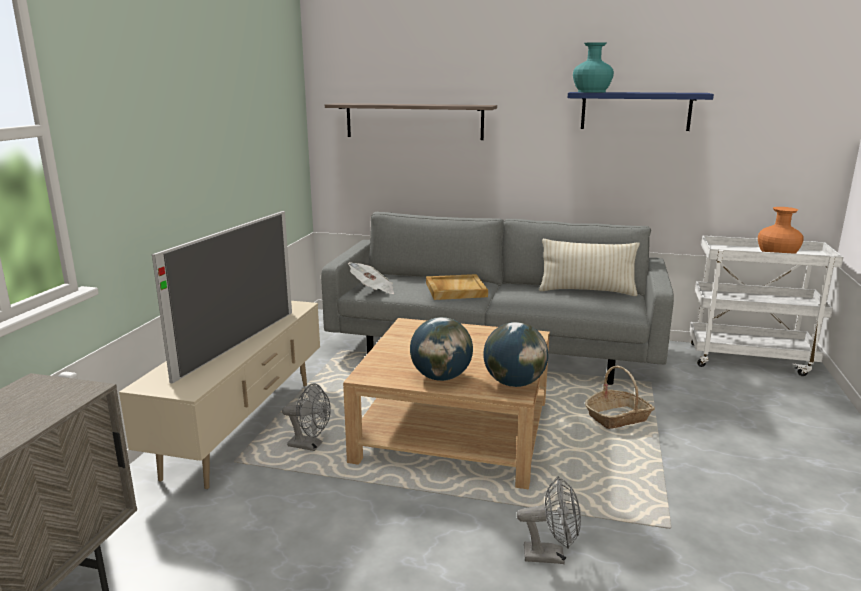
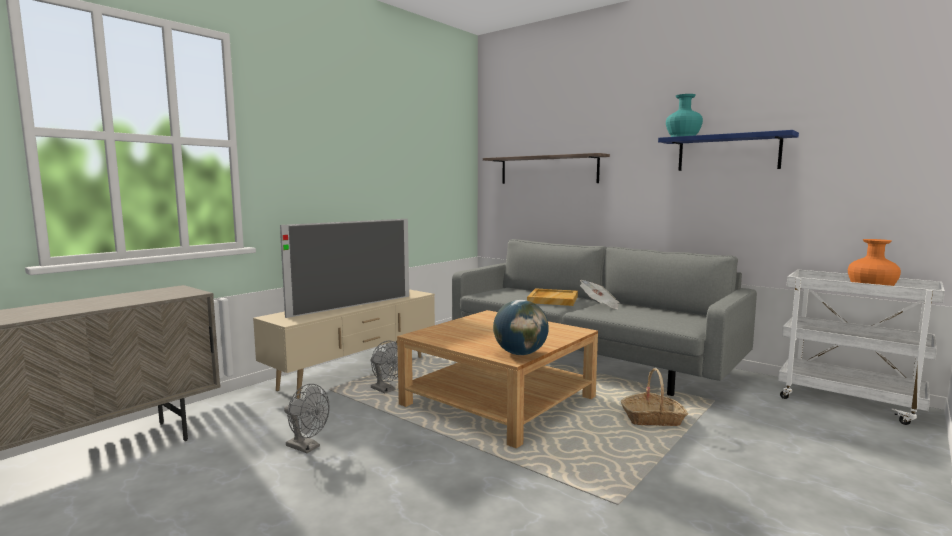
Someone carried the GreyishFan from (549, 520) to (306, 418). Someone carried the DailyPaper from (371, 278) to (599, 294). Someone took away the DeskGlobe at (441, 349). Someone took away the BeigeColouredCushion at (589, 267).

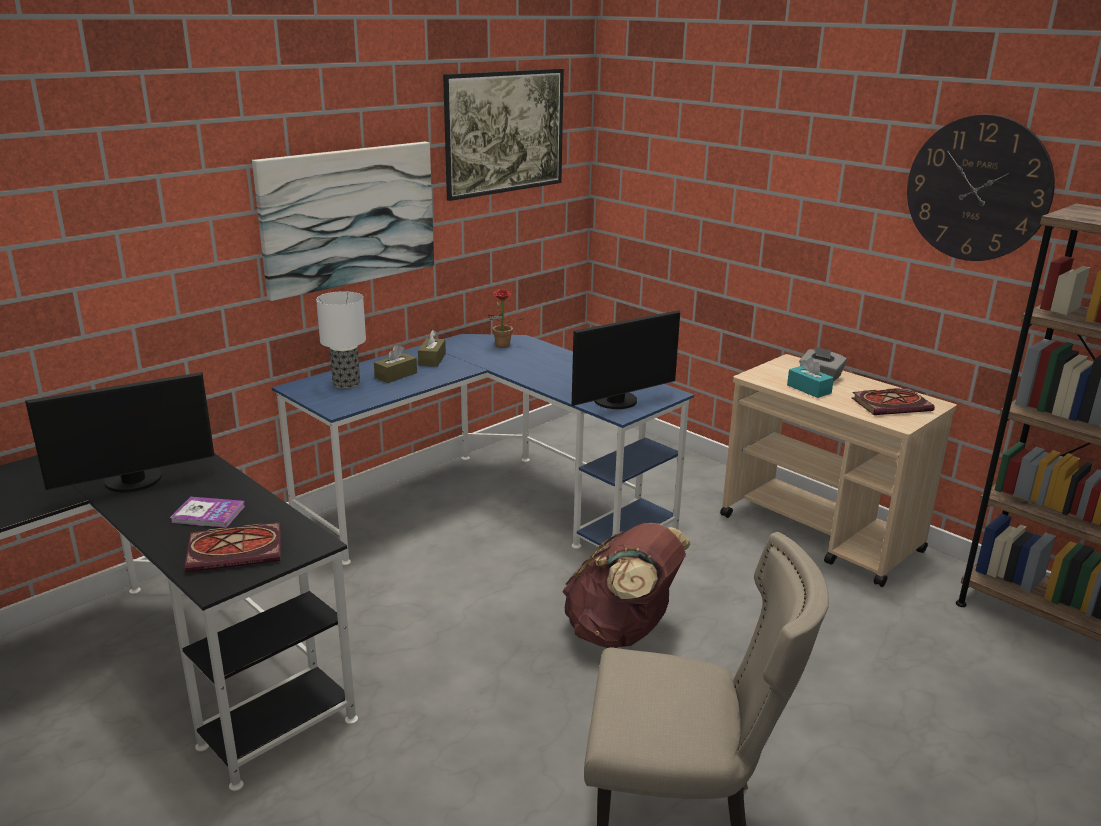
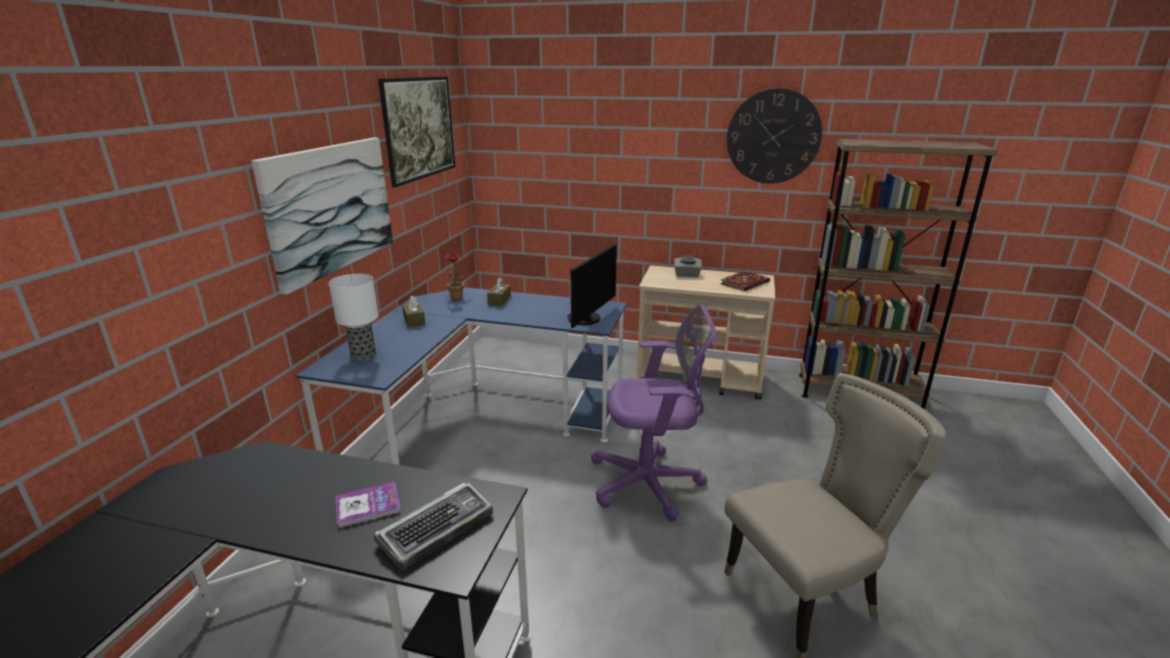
Someone swapped the Volume at (233, 547) for the ComputerKeyboard at (433, 526). Someone carried the BrownishBoxOfTissues from (395, 364) to (499, 291). Someone swapped the BrownishKnapsack at (626, 585) for the PurpleColouredOfficeChair at (653, 412). Someone took away the Monitor at (120, 432). Someone took away the TurquoiseColouredBoxOfTissues at (810, 378).

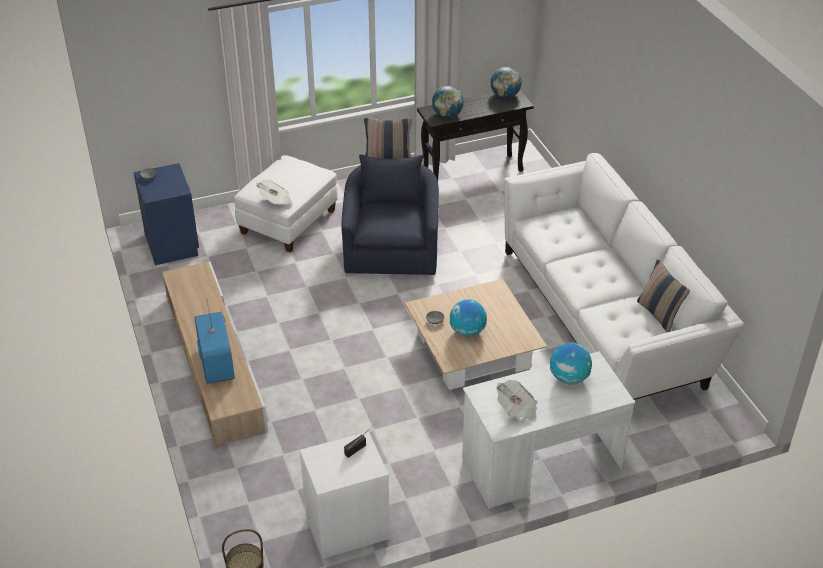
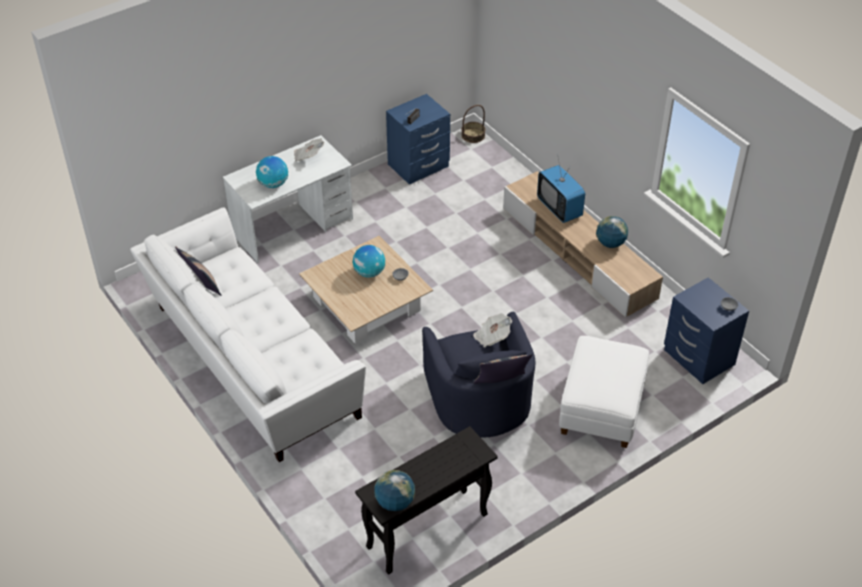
Someone repainted the WhitishNightstand at (345, 495), which became the BlueColouredNightstand at (418, 139). Someone carried the DailyPaper from (274, 192) to (492, 330). Someone carried the DeskGlobe from (448, 101) to (612, 232).

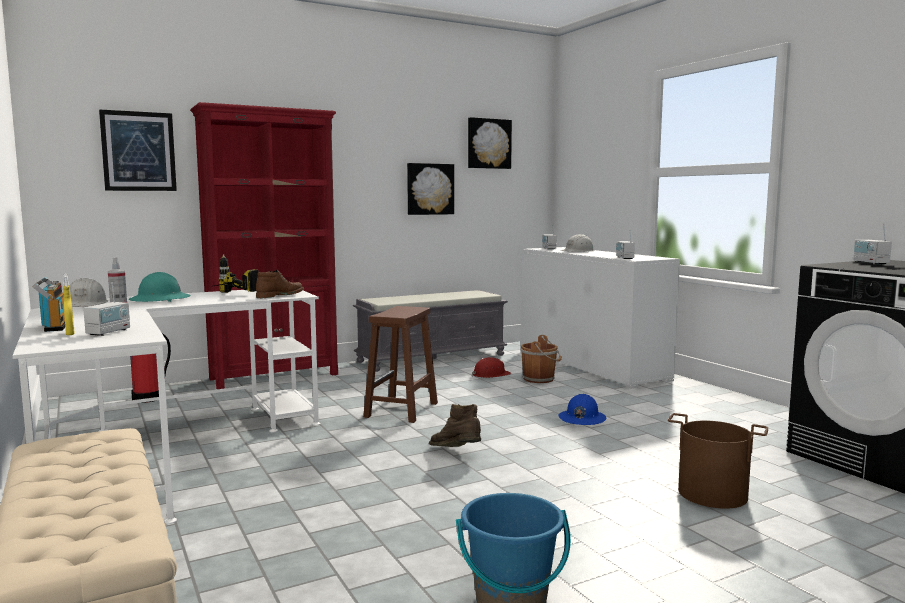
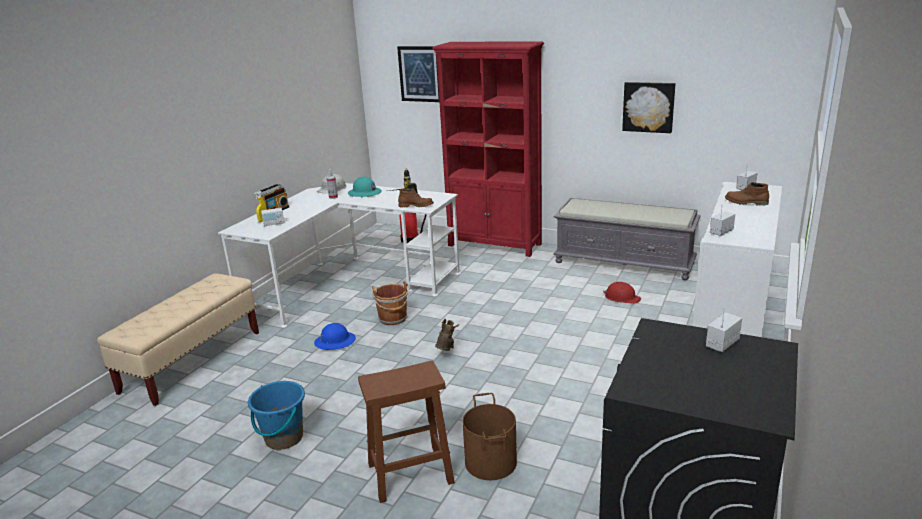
Someone carried the BlueColouredHardHat from (582, 409) to (335, 336). Someone carried the BrownishSittingStool from (400, 364) to (406, 431). Someone carried the BrownishWaterBucket from (541, 359) to (390, 303). Someone swapped the WhitishHardHat at (577, 243) for the BrownishBoot at (747, 194). Someone took away the WallArt at (490, 143).

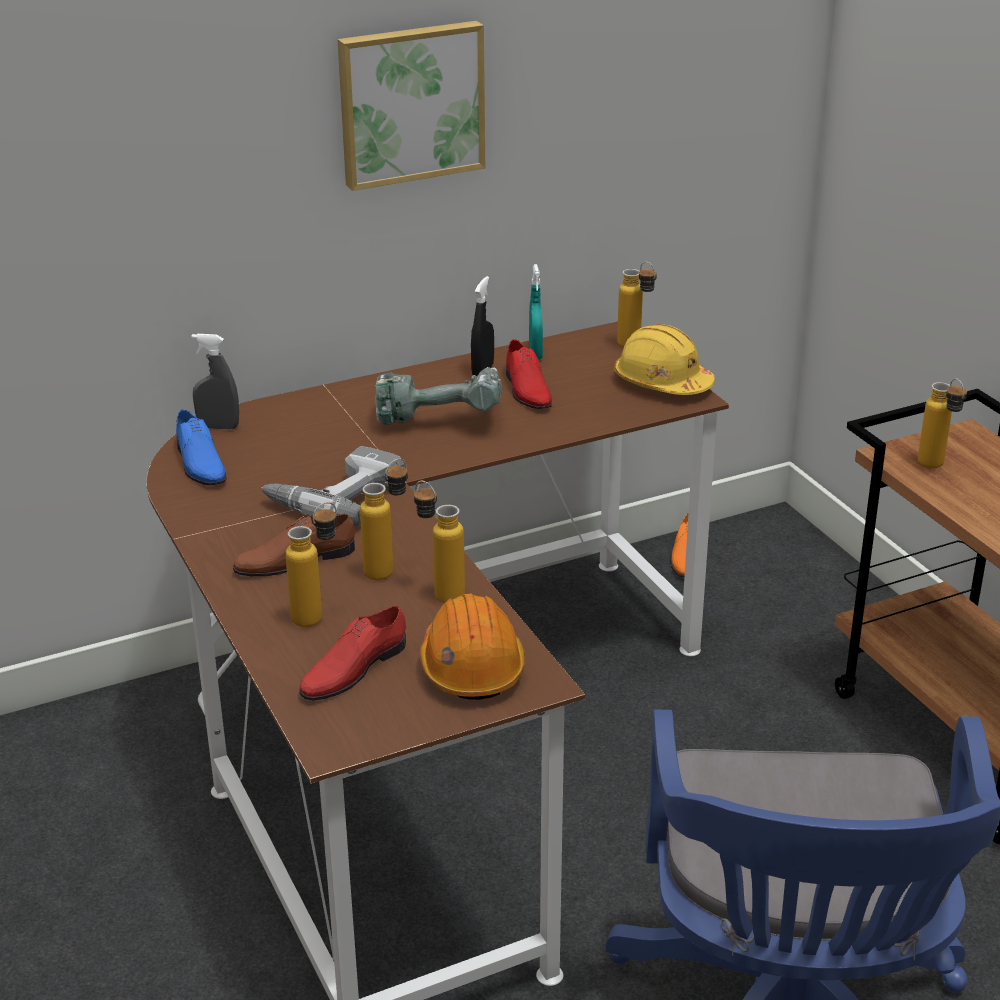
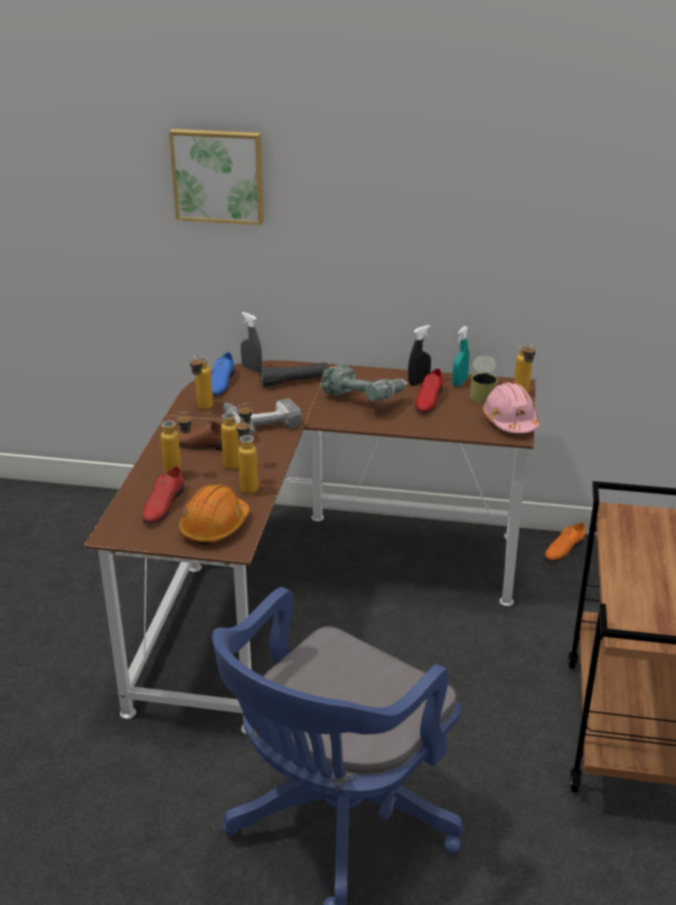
Someone rotated the RedShoe at (352, 653) by 60 degrees counterclockwise. Someone carried the WallArt from (411, 106) to (216, 177). Someone carried the Bottle from (942, 423) to (201, 382). Someone put down the BlackColouredHandTorch at (294, 374). Someone put down the Can at (484, 379). Someone repainted the YellowColouredHardHat at (664, 359), which became the PinkColouredHardHat at (510, 407).

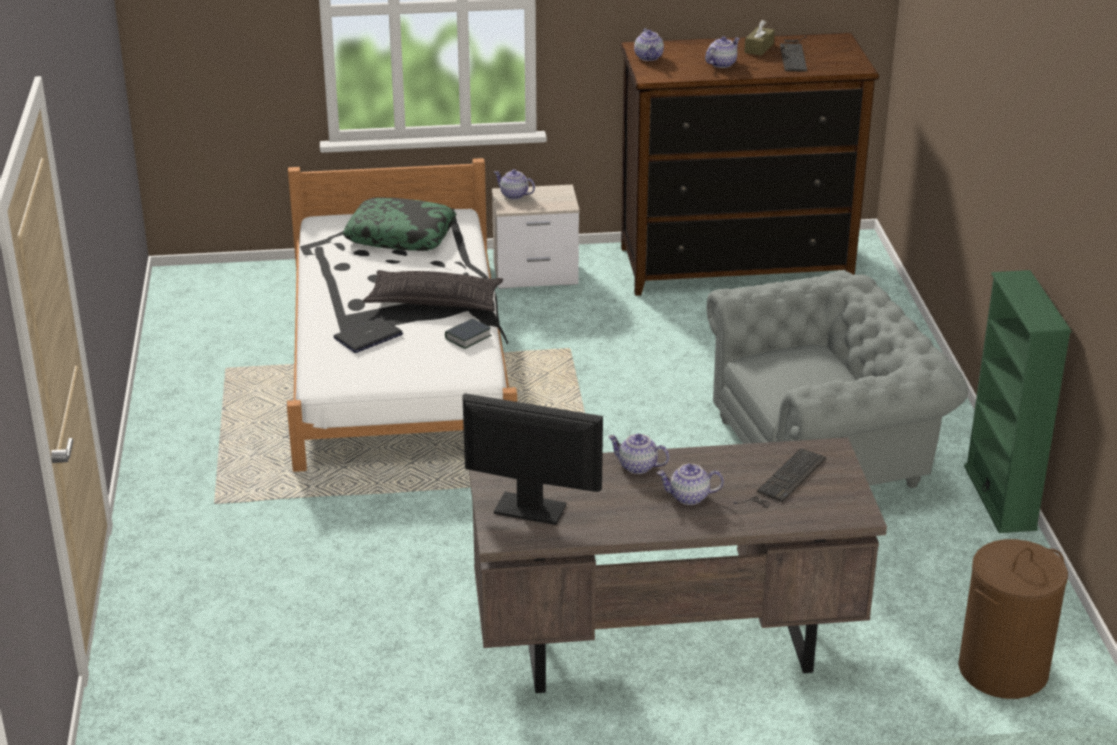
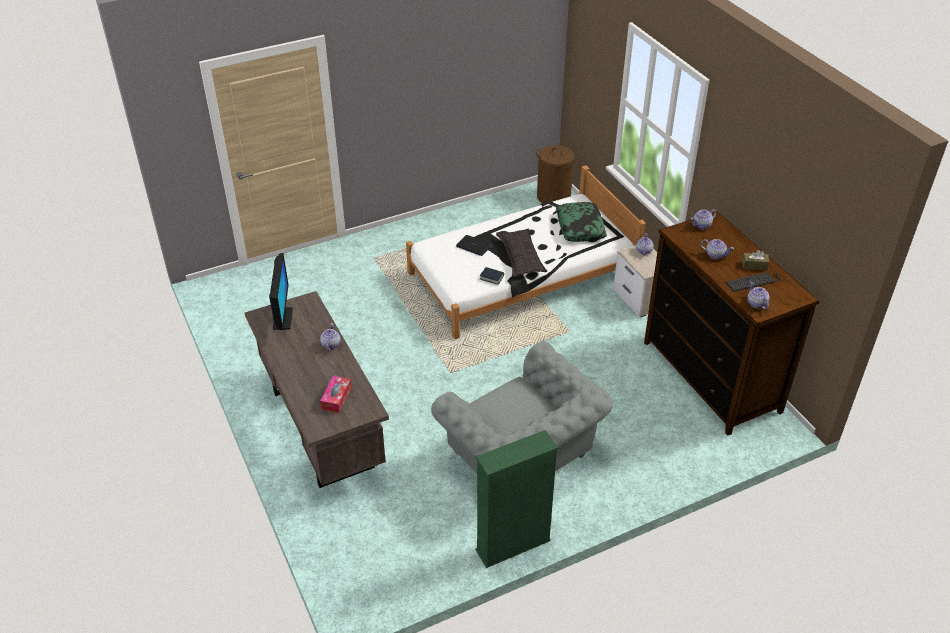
Someone swapped the ComputerKeyboard at (779, 478) for the BoxOfTissues at (336, 394). Someone carried the BrownishHamper from (1013, 619) to (556, 174). Someone carried the Teapot from (690, 484) to (758, 296).

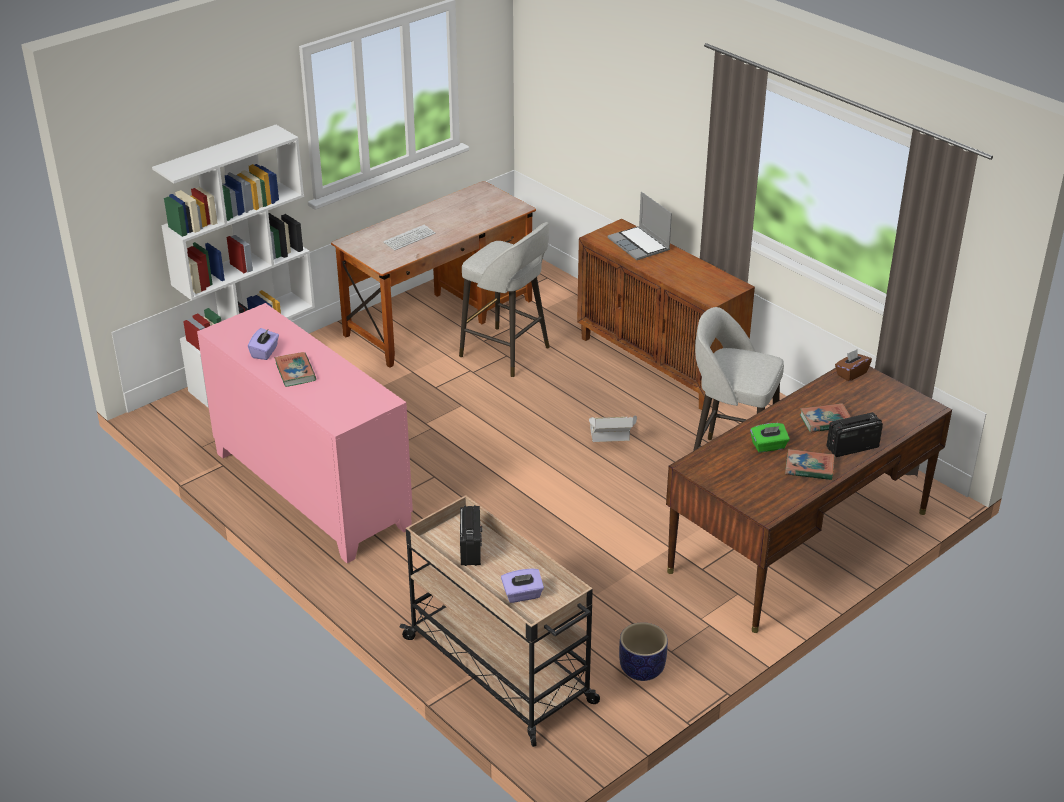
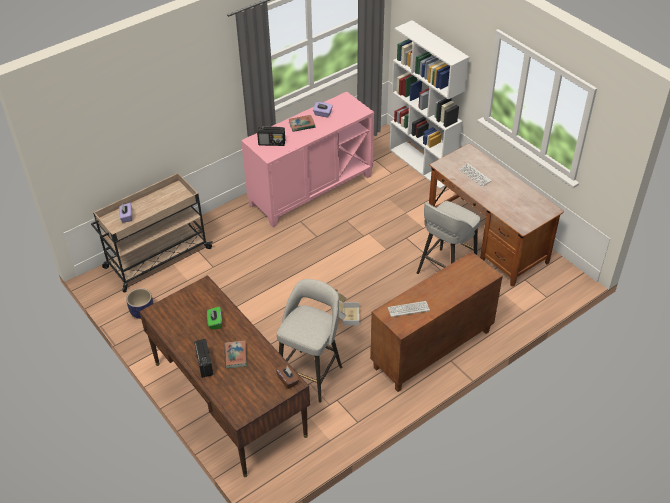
Someone carried the Radio from (471, 535) to (271, 136). Someone put down the ComputerKeyboard at (409, 309). Someone took away the NotebookComputer at (639, 226). Someone took away the Volume at (810, 464).

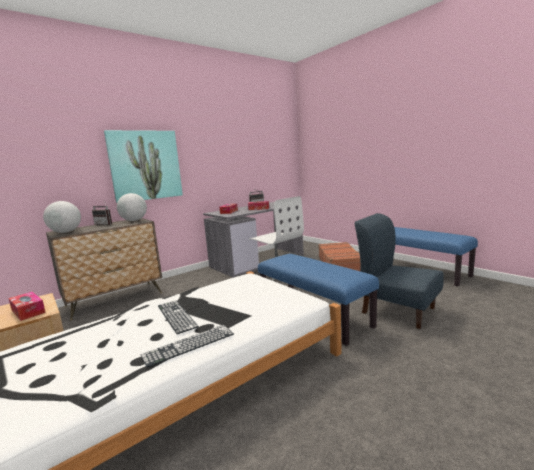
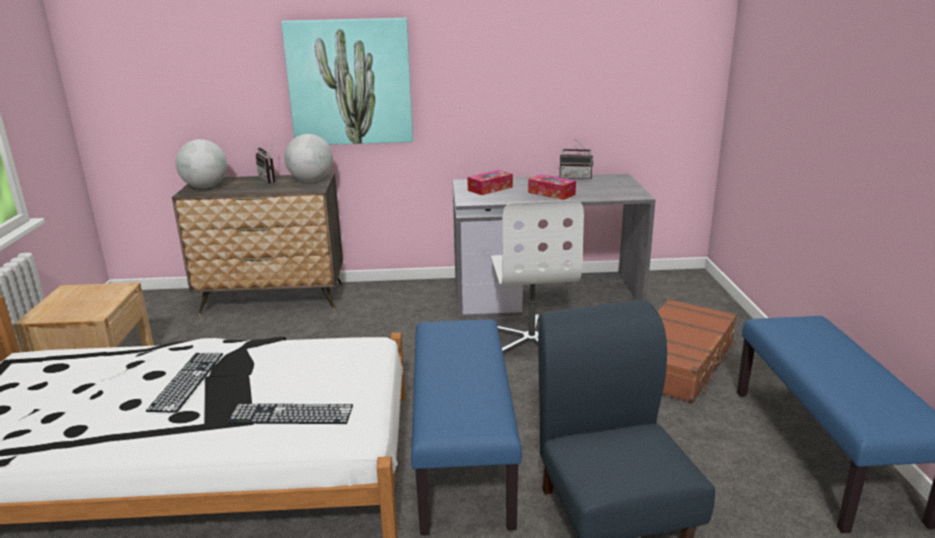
Someone carried the ComputerKeyboard from (187, 346) to (290, 414). Someone took away the BoxOfTissues at (27, 306).

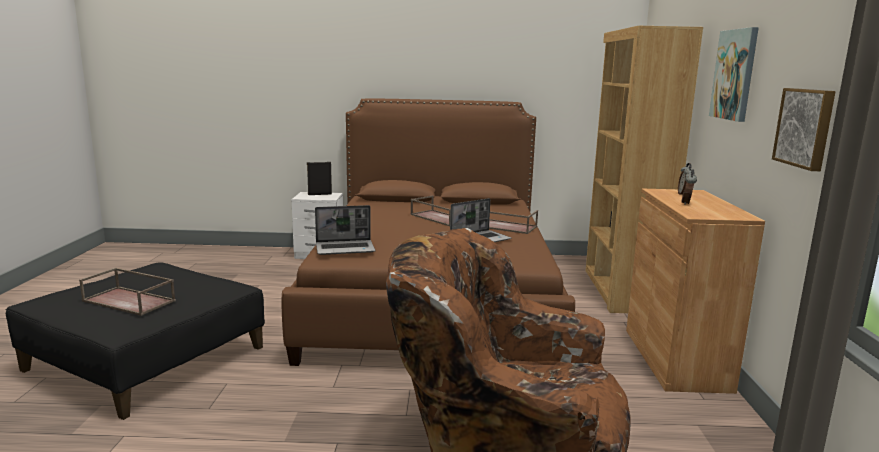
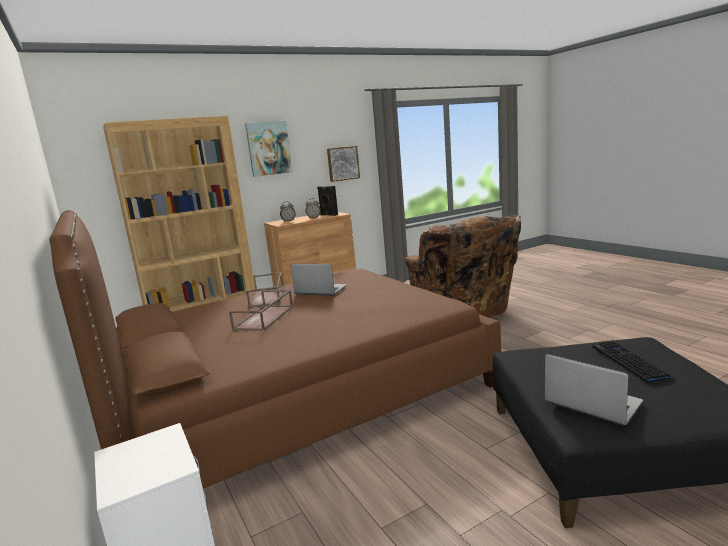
Someone carried the BlackColouredAudioSpeaker from (319, 178) to (327, 201). Someone carried the NotebookComputer from (345, 230) to (594, 389). Someone swapped the BrownishServingTray at (127, 292) for the ComputerKeyboard at (633, 362).

